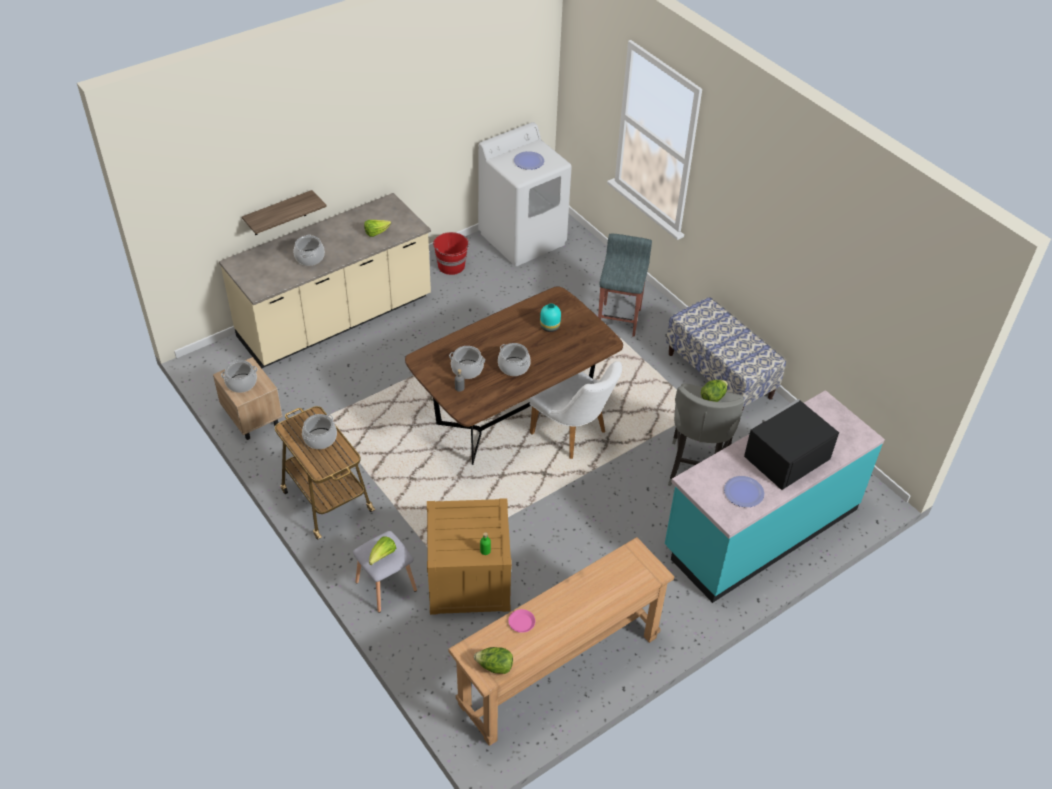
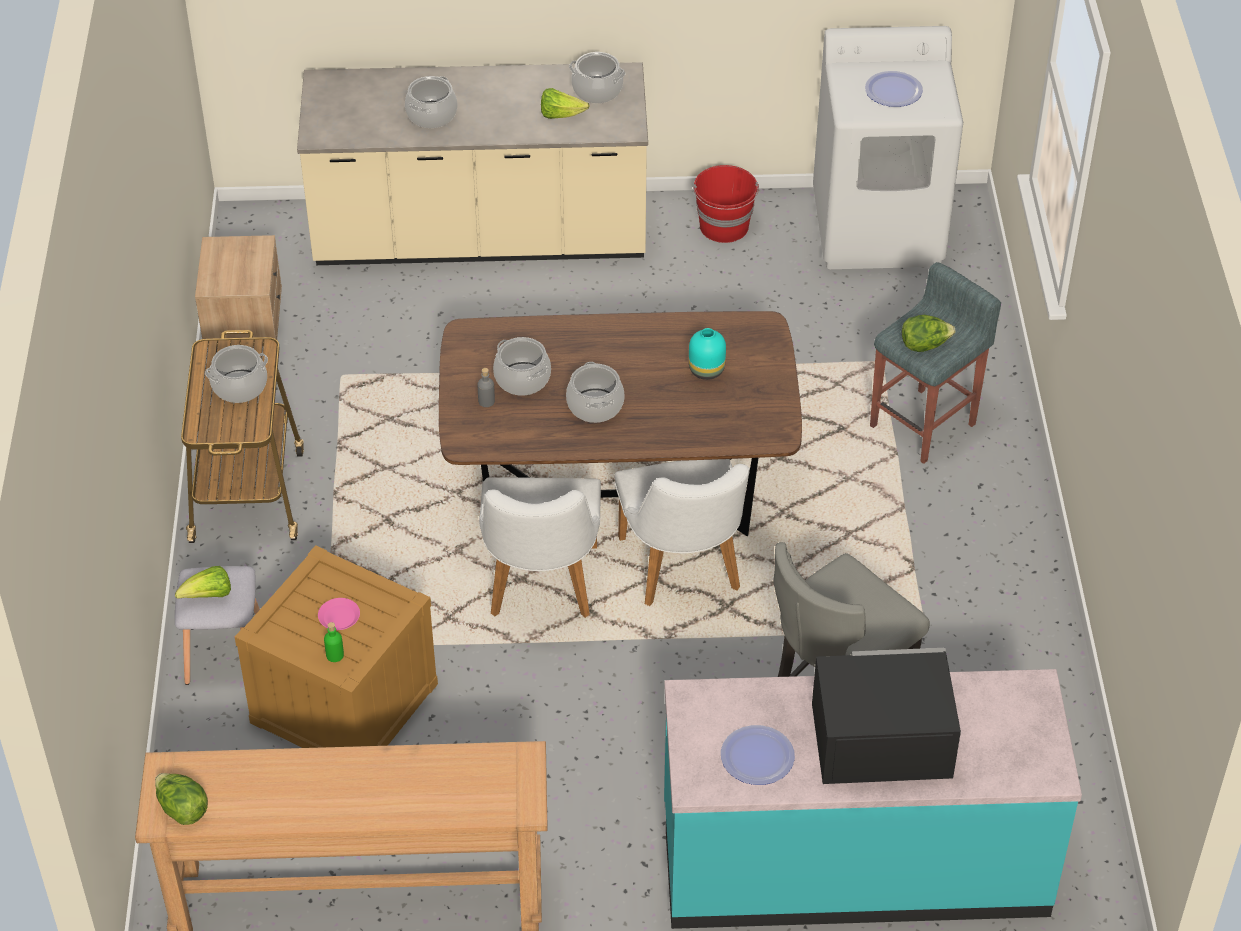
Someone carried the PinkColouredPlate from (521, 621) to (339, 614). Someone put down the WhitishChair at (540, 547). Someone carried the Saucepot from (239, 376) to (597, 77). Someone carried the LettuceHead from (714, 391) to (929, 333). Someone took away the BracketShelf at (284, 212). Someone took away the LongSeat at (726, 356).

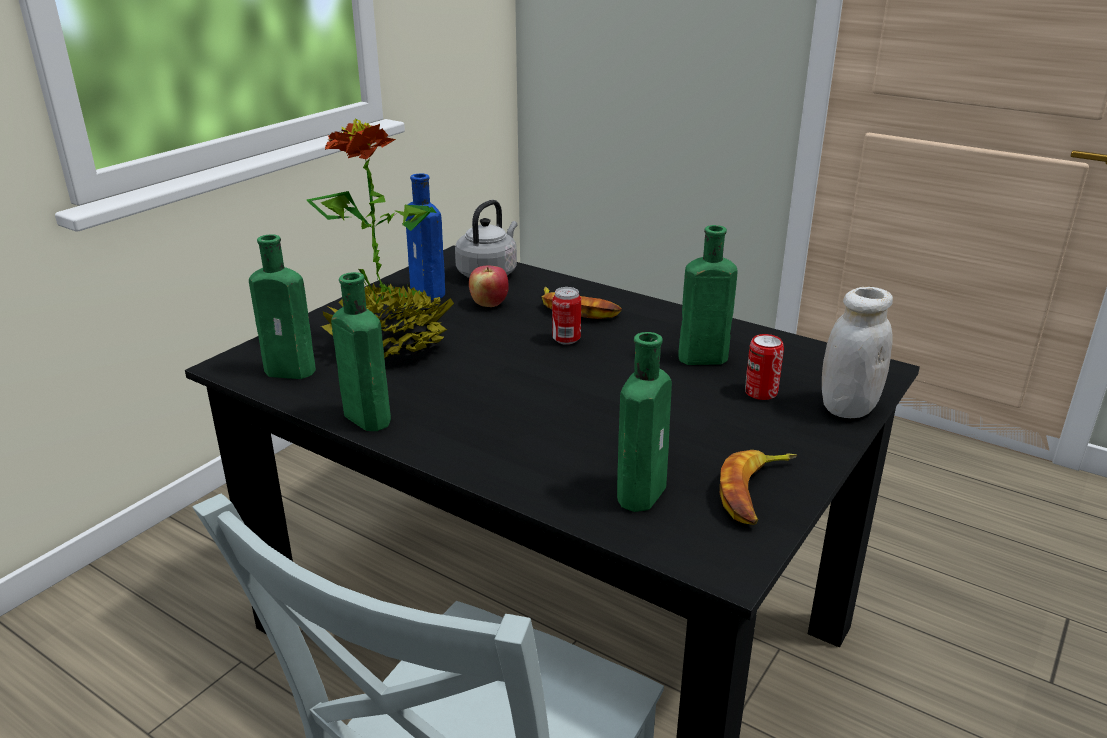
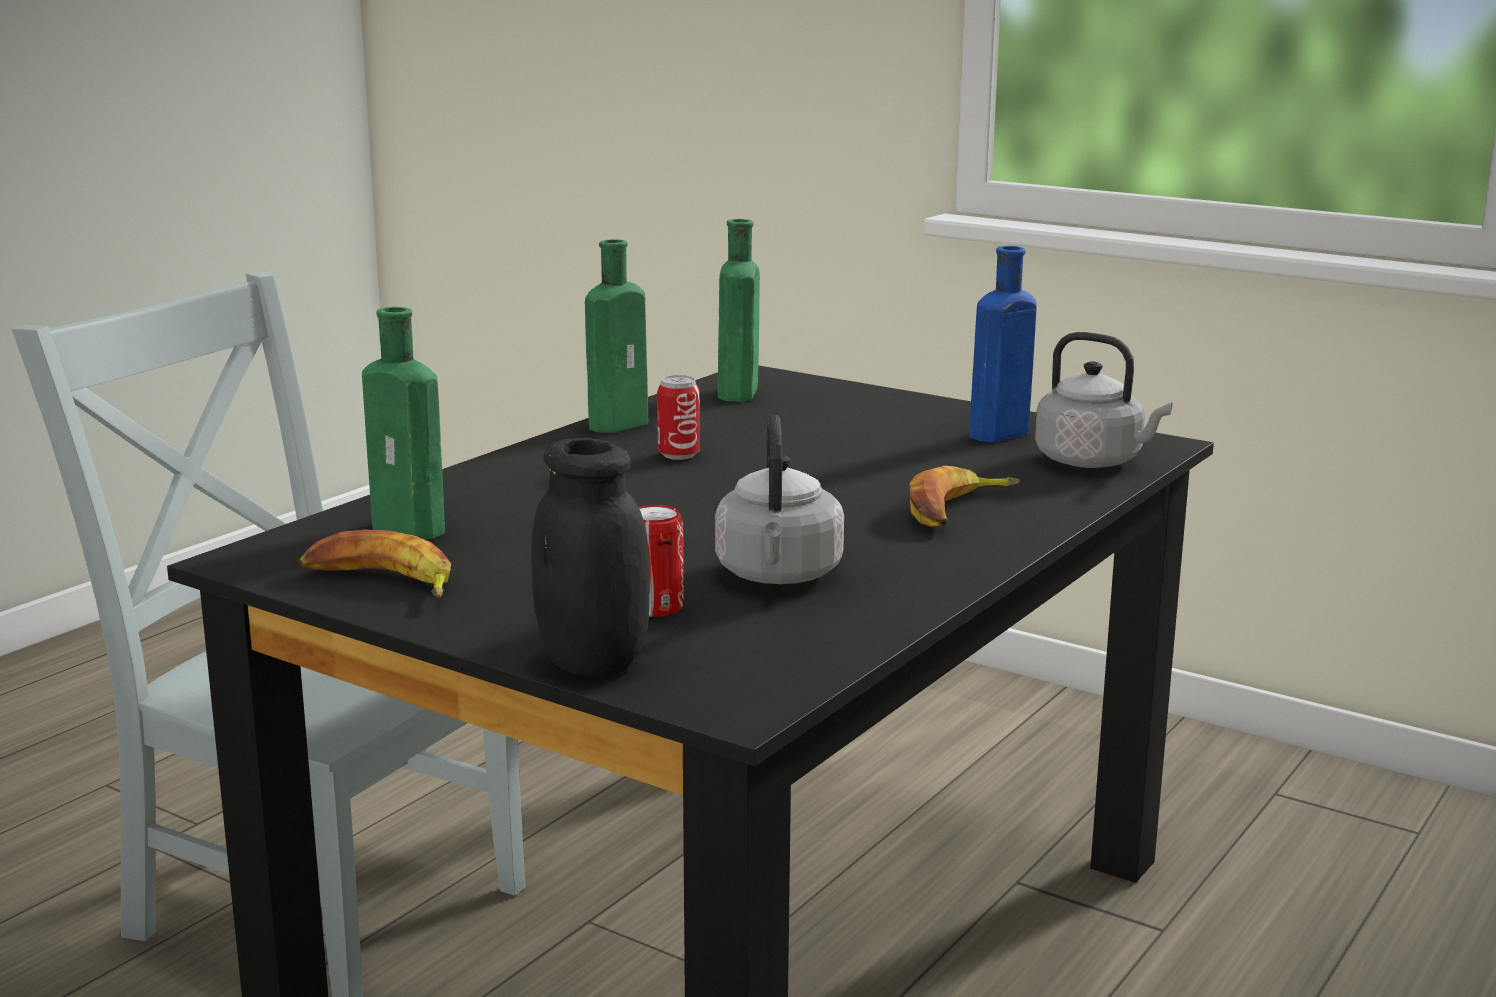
Someone repainted the WhitishStorageJar at (857, 352), which became the BlackColouredStorageJar at (590, 557). Someone carried the Can from (566, 316) to (678, 417). Someone swapped the GreenishBottle at (707, 295) for the GreyishKettle at (779, 499). Someone took away the PottedPlant at (380, 239). Someone took away the AppleFruit at (489, 286).

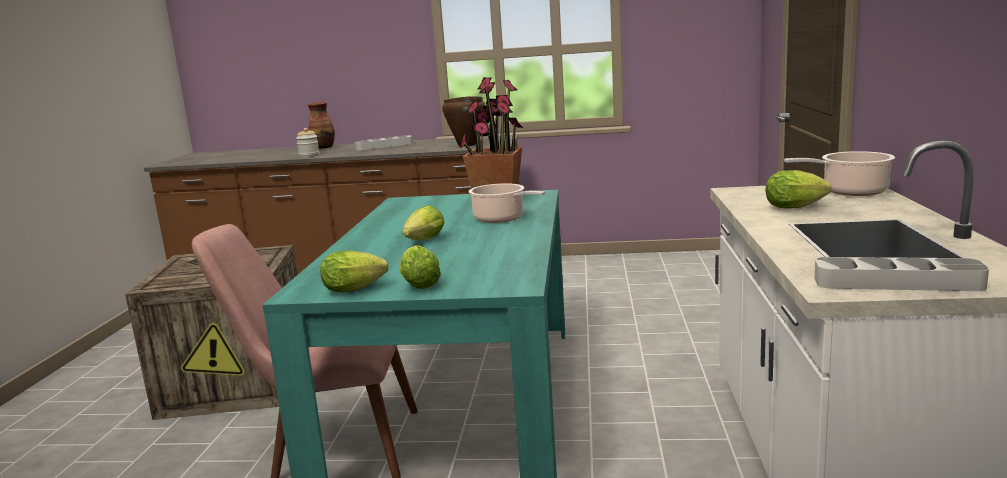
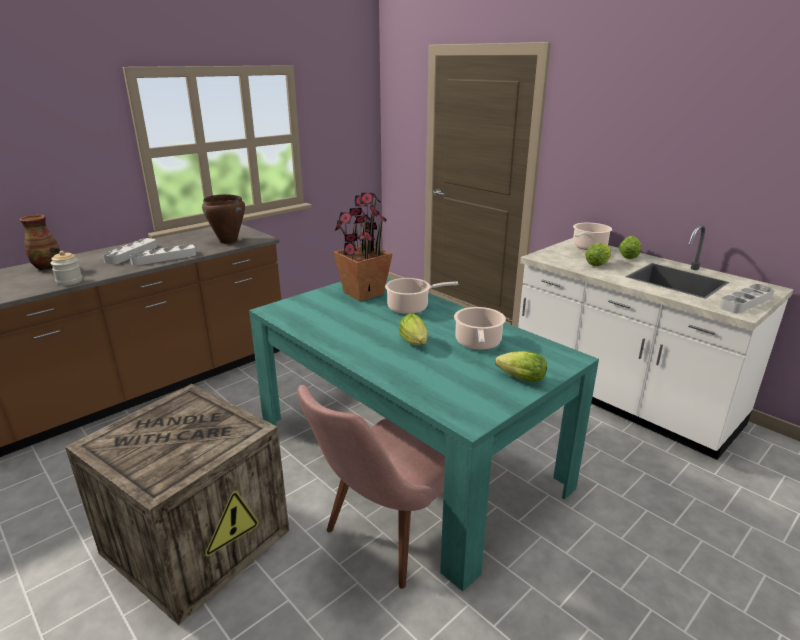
Someone put down the GreyishServingTray at (162, 255). Someone put down the Saucepot at (480, 328). Someone carried the LettuceHead from (354, 271) to (630, 247).

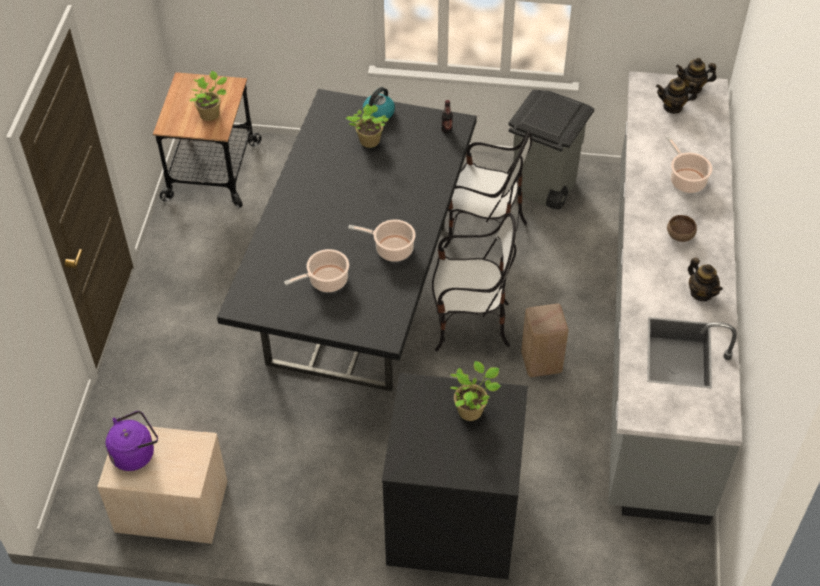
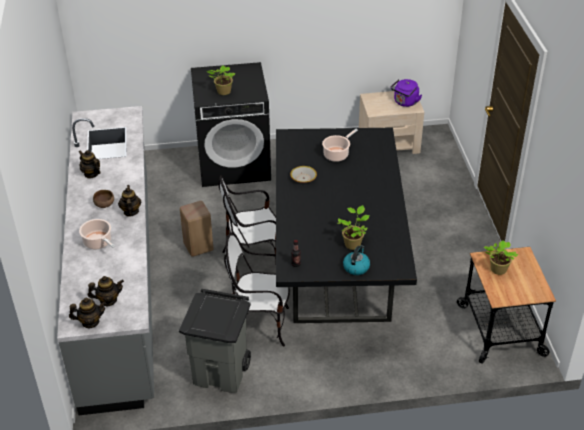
Someone put down the Teapot at (129, 201). Someone swapped the Saucepot at (382, 240) for the DeepDish at (303, 174).

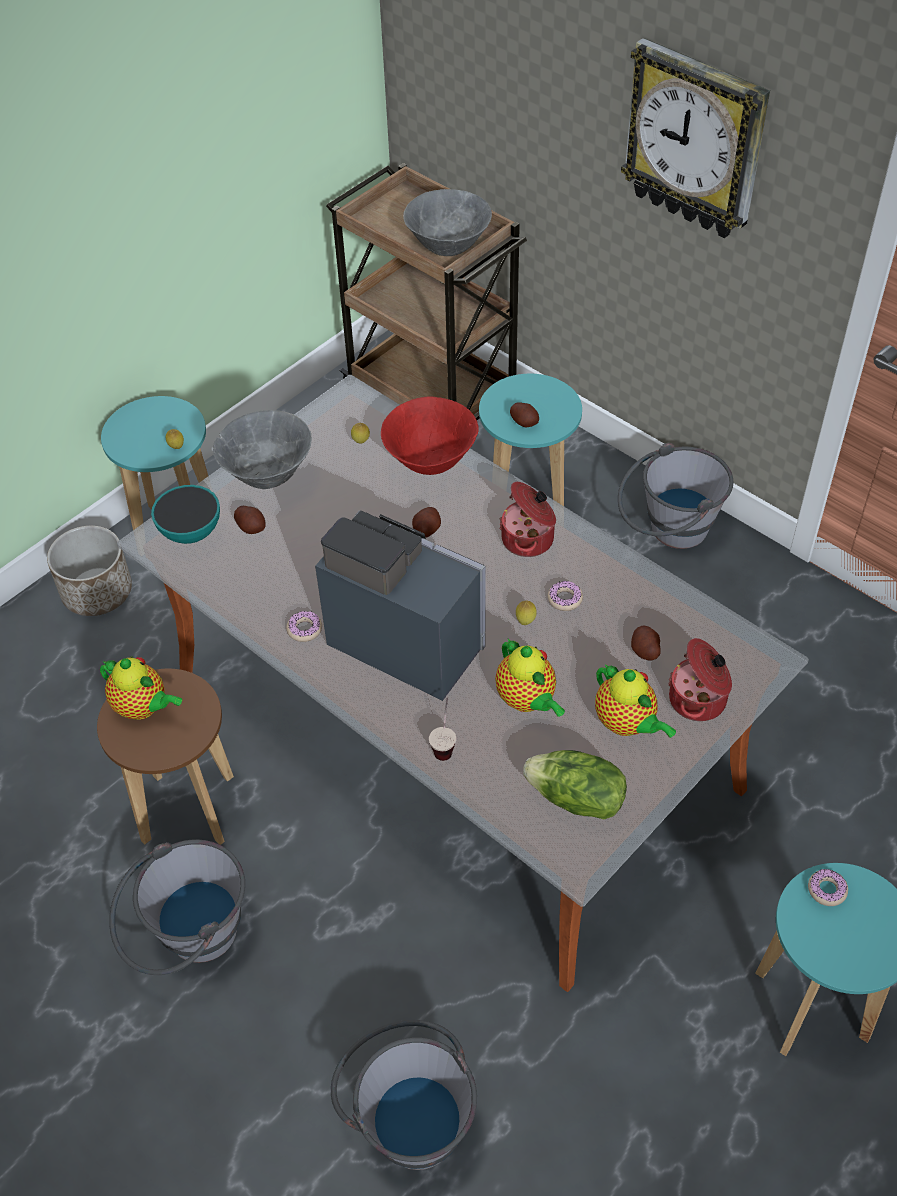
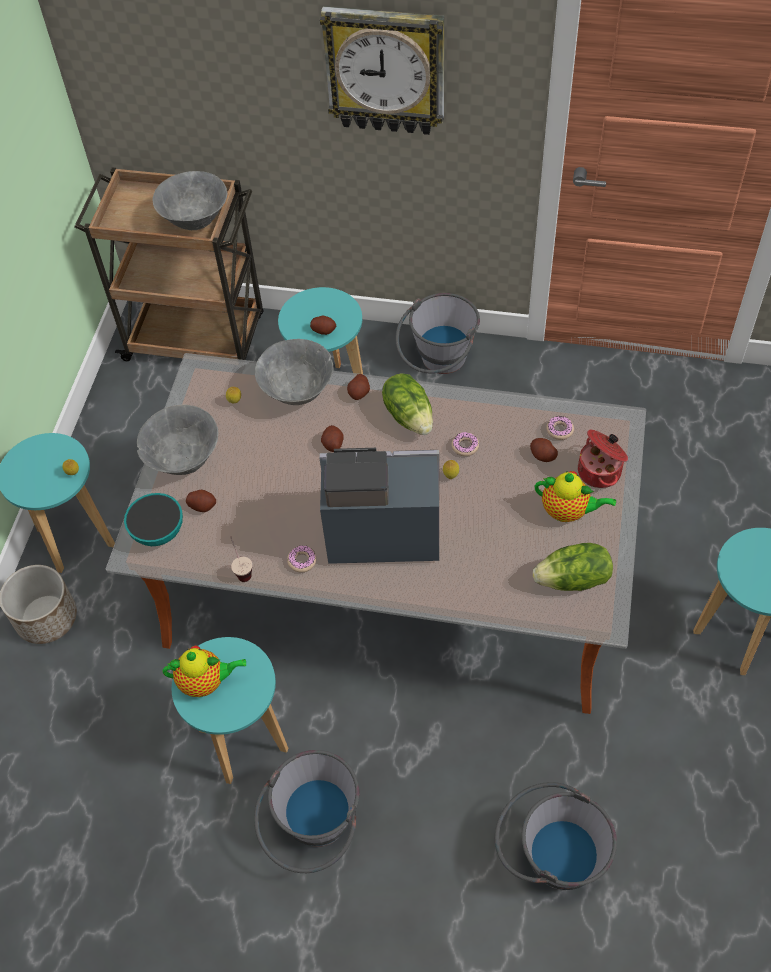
Someone repainted the BrownishSittingStool at (165, 757), which became the TurquoiseColouredSittingStool at (230, 710). Someone carried the DrinkingCup from (442, 729) to (241, 559). Someone repainted the RedDeepDish at (430, 435), which became the GreyishDeepDish at (294, 372). Someone put down the WholePotato at (358, 387). Someone swapped the Saucepot at (527, 519) for the LettuceHead at (407, 404). Someone carried the Doughnut from (828, 887) to (560, 428). Someone took away the Teapot at (530, 678).

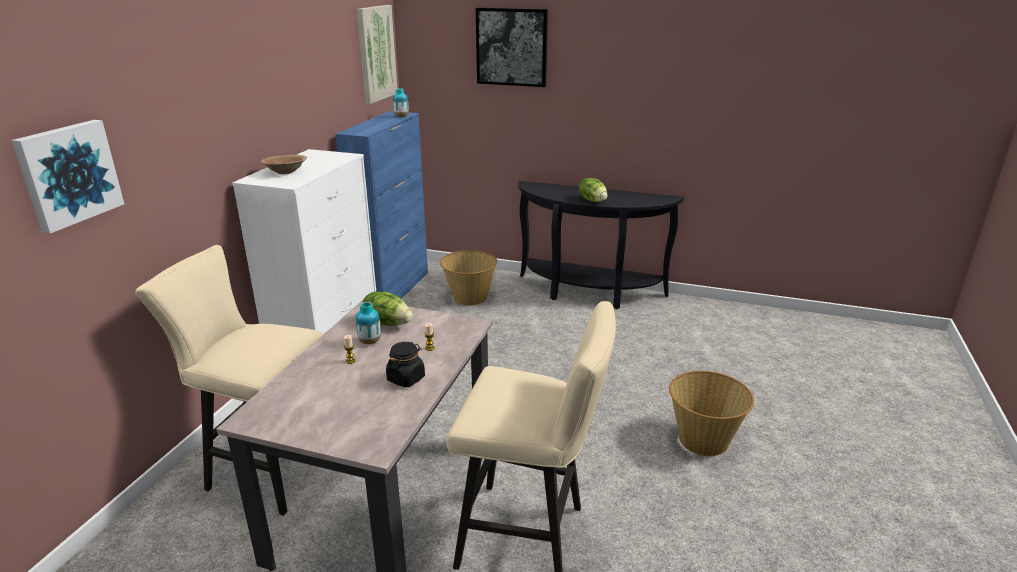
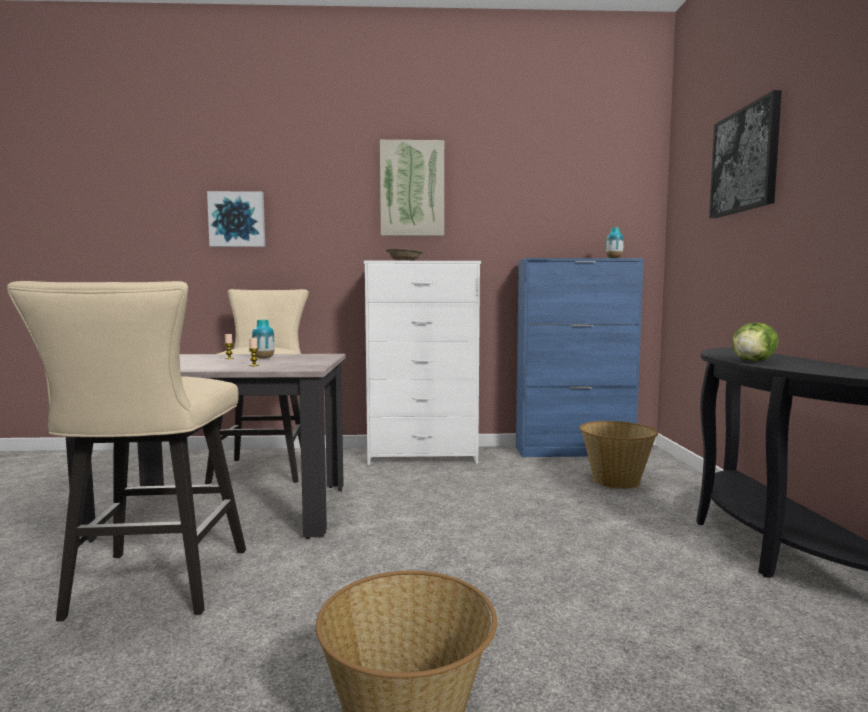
Someone carried the WallArt from (377, 54) to (412, 188). Someone took away the LettuceHead at (387, 308). Someone took away the BlackColouredStorageJar at (405, 364).

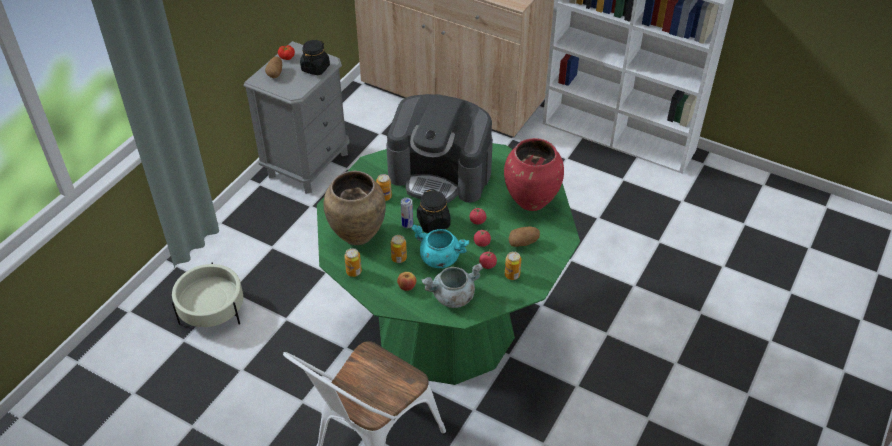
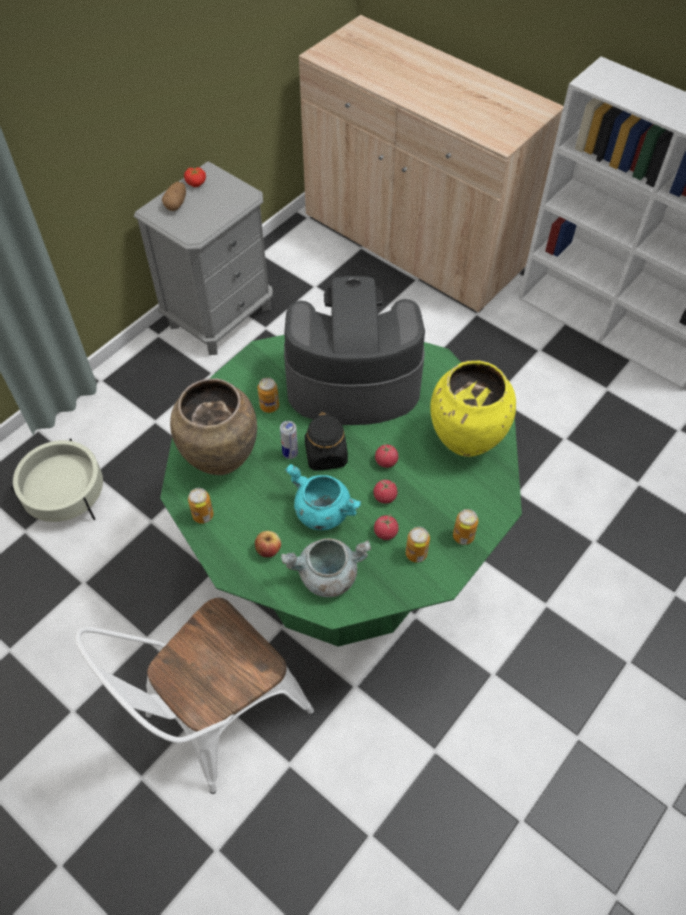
Someone rotated the CoffeeMachine at (439, 148) by 150 degrees clockwise. Someone repainted the RedFlowerVase at (534, 174), which became the YellowColouredFlowerVase at (473, 409). Someone carried the Can from (399, 249) to (466, 527). Someone took away the BlackColouredStorageJar at (315, 57). Someone took away the WholePotato at (524, 237).

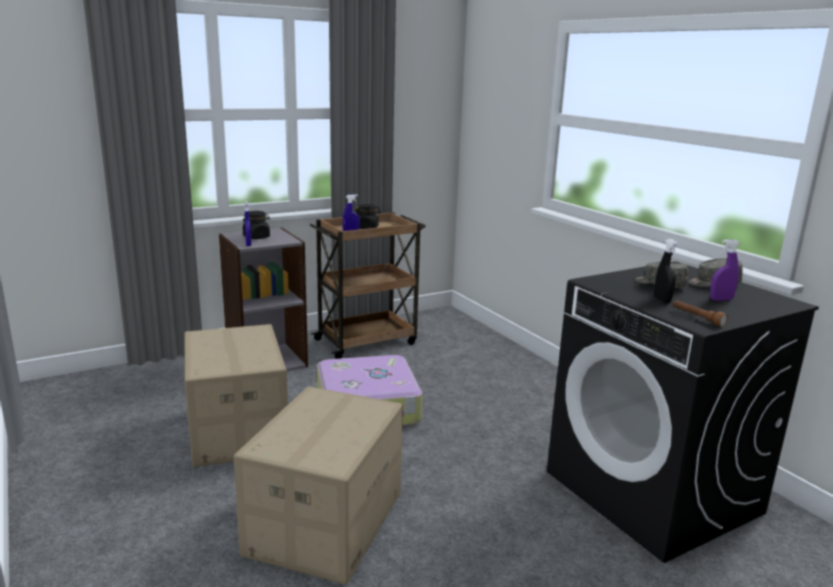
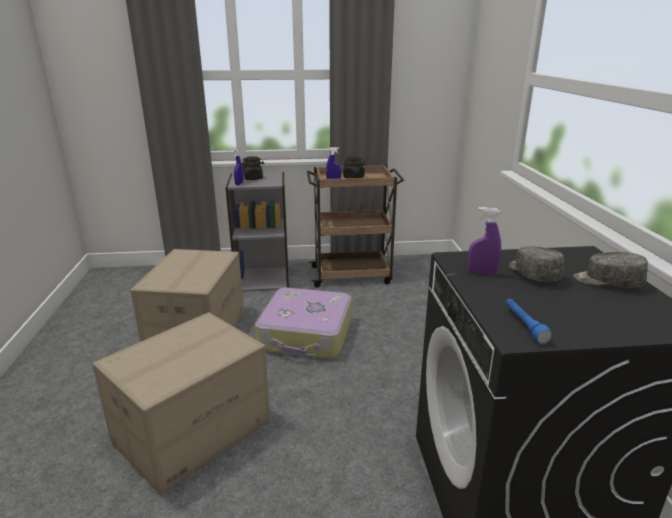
Someone carried the PurpleColouredSprayBottle from (725, 270) to (484, 241). Someone repainted the BrownishHandTorch at (700, 313), which became the BlueColouredHandTorch at (529, 321). Someone took away the BlackColouredSprayBottle at (666, 271).

